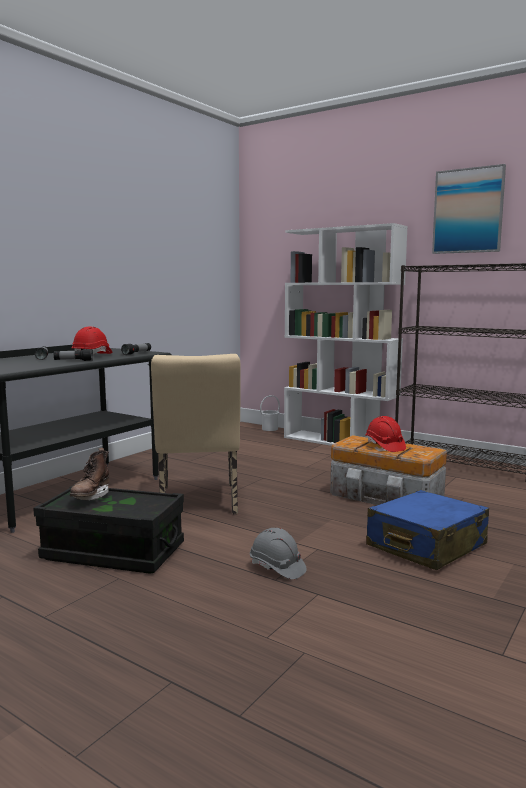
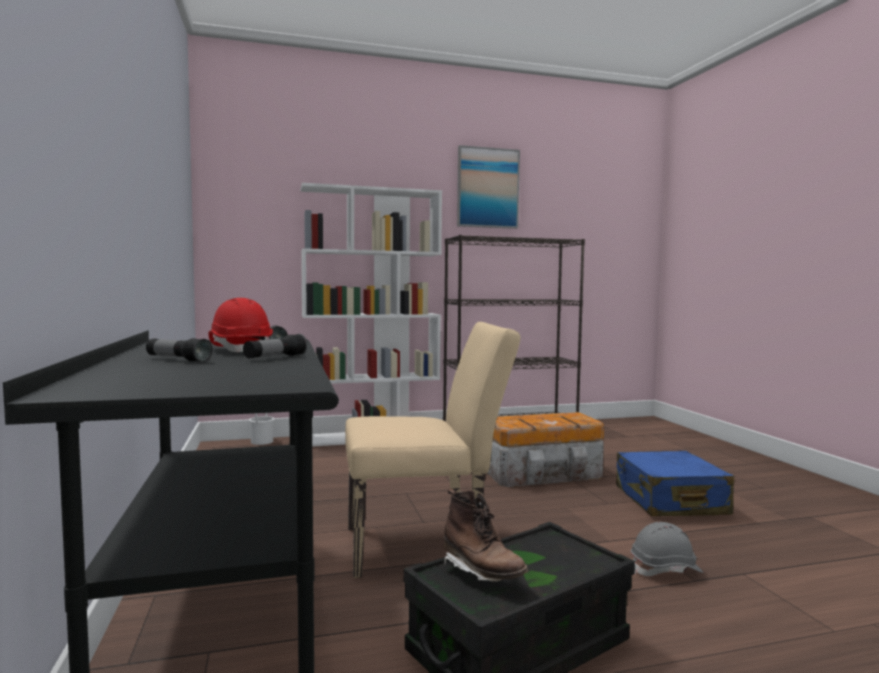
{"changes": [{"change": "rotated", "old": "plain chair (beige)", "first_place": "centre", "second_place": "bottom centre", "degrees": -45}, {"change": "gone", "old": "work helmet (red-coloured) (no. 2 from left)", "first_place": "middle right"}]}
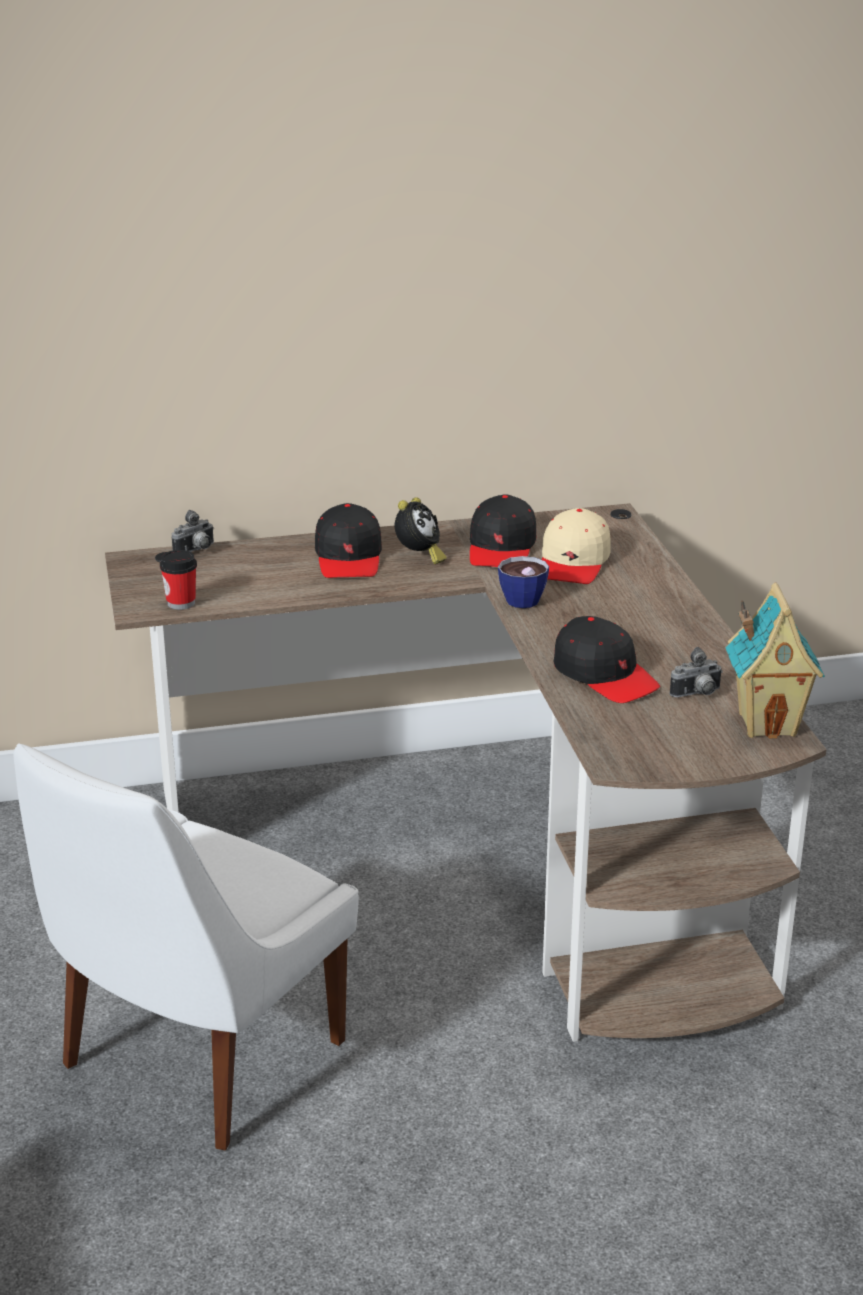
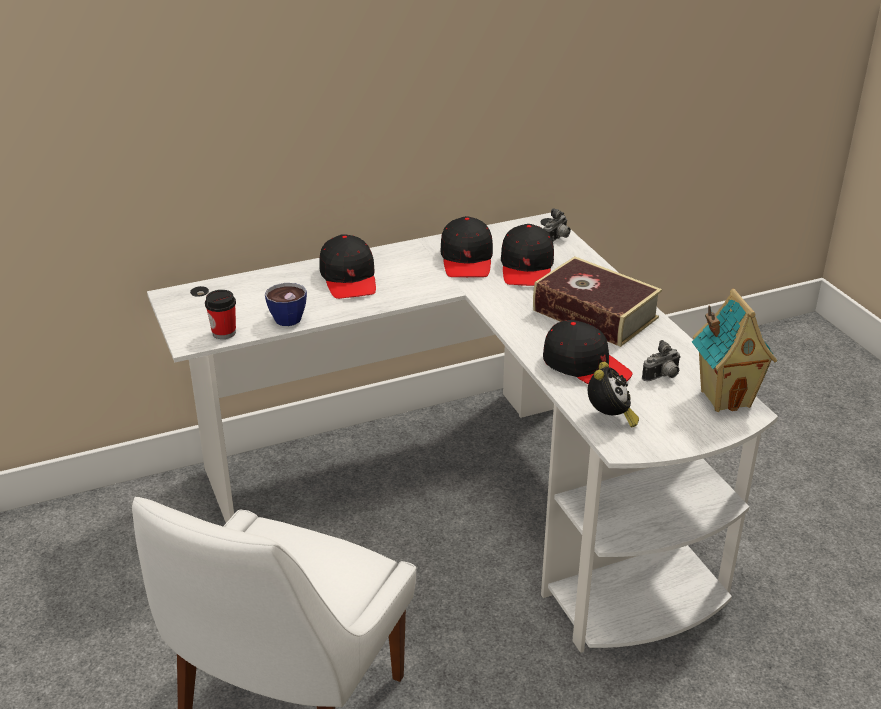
{"changes": [{"change": "shifted", "old": "bedside clock", "first_place": "centre", "second_place": "middle right"}, {"change": "repainted", "old": "desk (brown)", "new": "desk (white)", "first_place": "centre", "second_place": "centre"}, {"change": "repainted", "old": "baseball cap (beige)", "new": "baseball cap (black) (no. 3 from left)", "first_place": "middle right", "second_place": "centre"}, {"change": "shifted", "old": "still camera (no. 1 from left)", "first_place": "middle left", "second_place": "top centre"}, {"change": "shifted", "old": "cup (no. 2 from left)", "first_place": "centre", "second_place": "middle left"}, {"change": "new", "new": "book", "second_place": "middle right"}]}
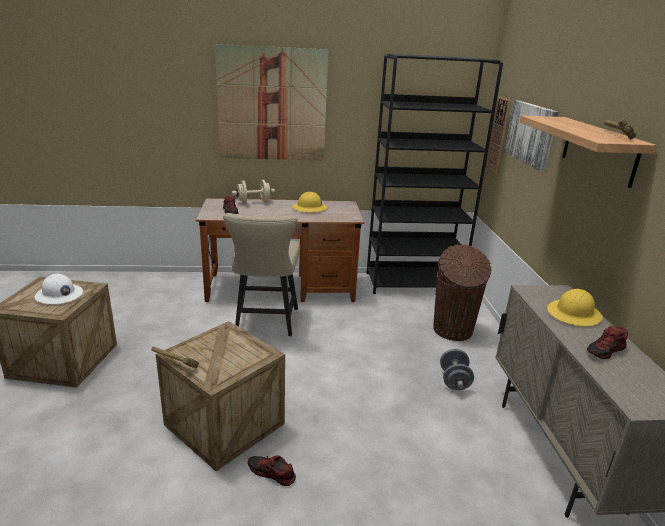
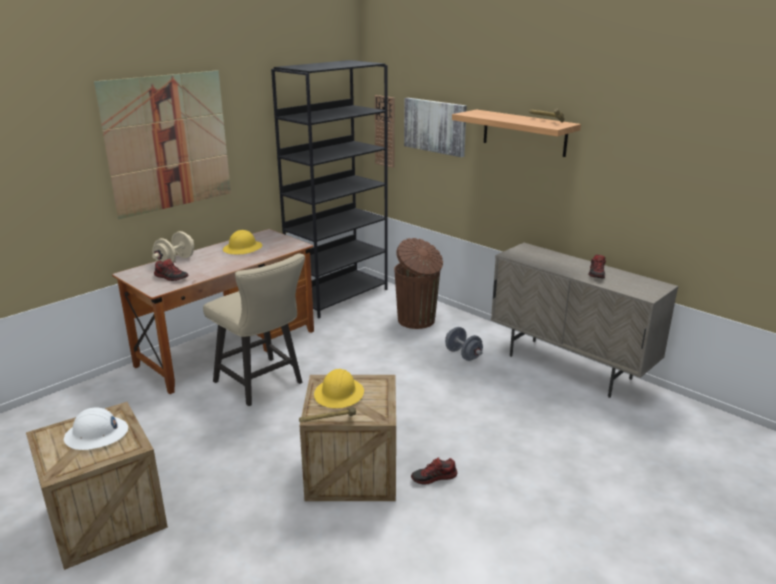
{"changes": [{"change": "shifted", "old": "work helmet (yellowish) (no. 2 from left)", "first_place": "middle right", "second_place": "centre"}]}
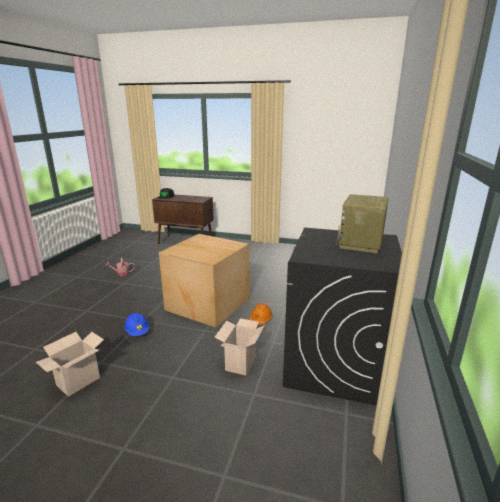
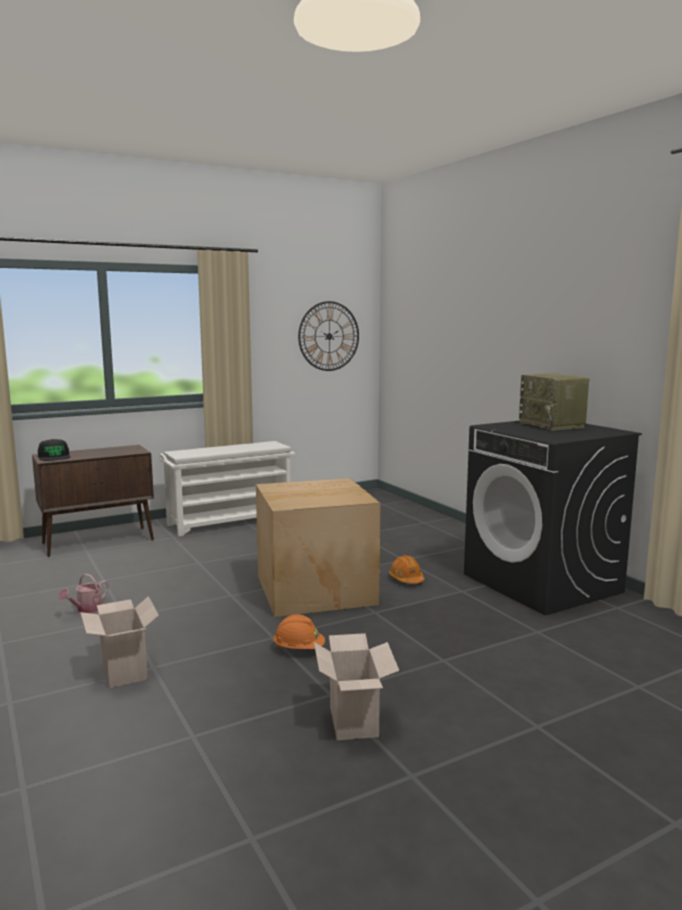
{"changes": [{"change": "repainted", "old": "work helmet (blue-coloured)", "new": "work helmet (orange-coloured) (no. 1 from left)", "first_place": "middle left", "second_place": "bottom centre"}, {"change": "shifted", "old": "carton (no. 3 from left in the first image)", "new": "carton (no. 1 from left)", "first_place": "bottom centre", "second_place": "bottom left"}, {"change": "new", "new": "hanging clock", "second_place": "centre"}, {"change": "new", "new": "shoe rack (white)", "second_place": "middle left"}]}
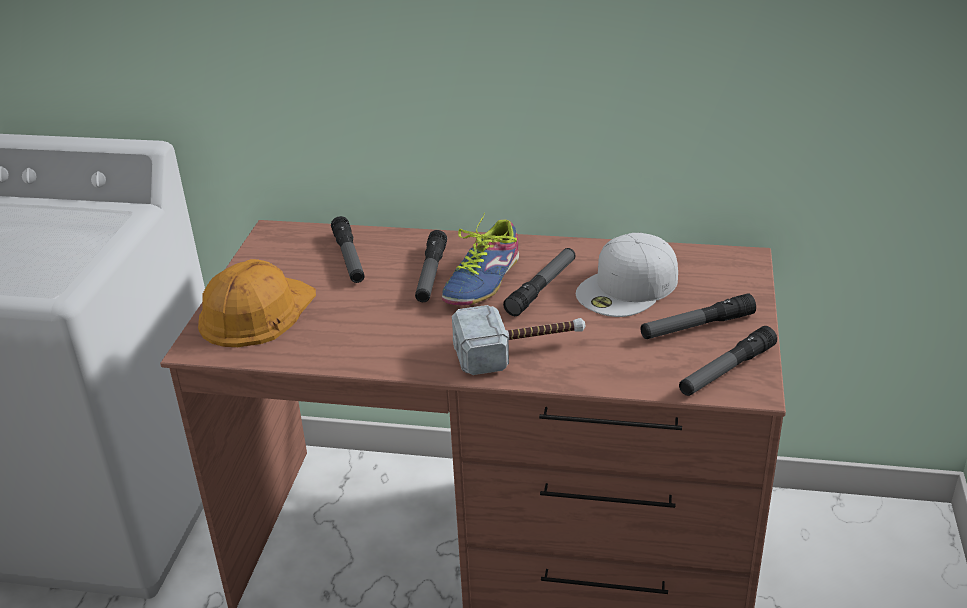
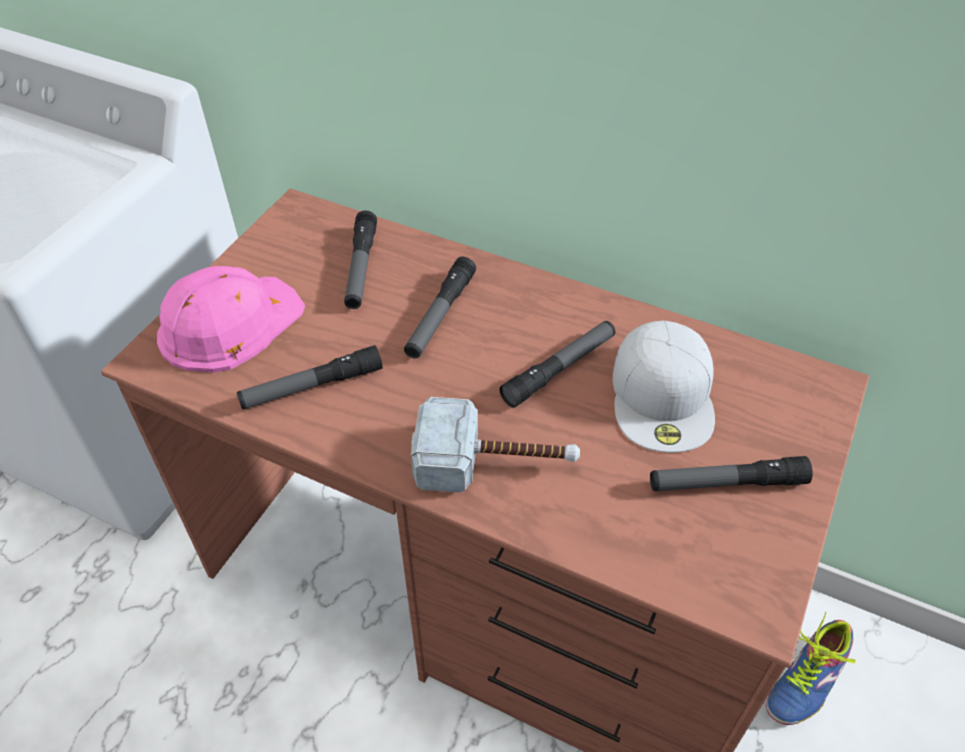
{"changes": [{"change": "shifted", "old": "shoe", "first_place": "centre", "second_place": "bottom right"}, {"change": "rotated", "old": "baseball cap (white)", "first_place": "centre", "second_place": "middle right", "degrees": -60}, {"change": "repainted", "old": "work helmet (orange-coloured)", "new": "work helmet (pink-coloured)", "first_place": "middle left", "second_place": "middle left"}, {"change": "shifted", "old": "flashlight (no. 5 from left in the first image)", "new": "flashlight (no. 1 from left)", "first_place": "middle right", "second_place": "middle left"}]}
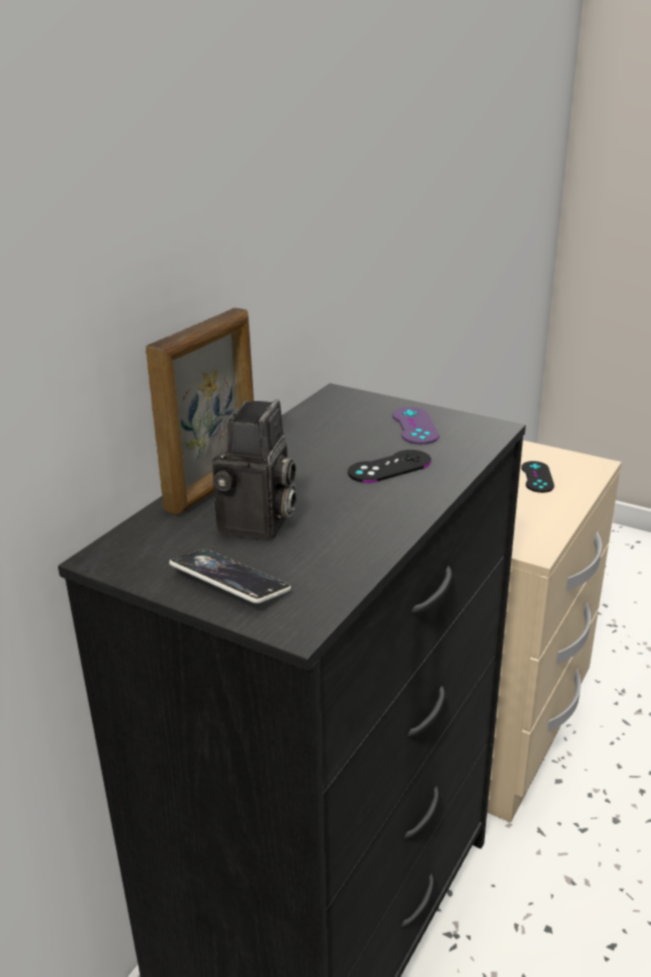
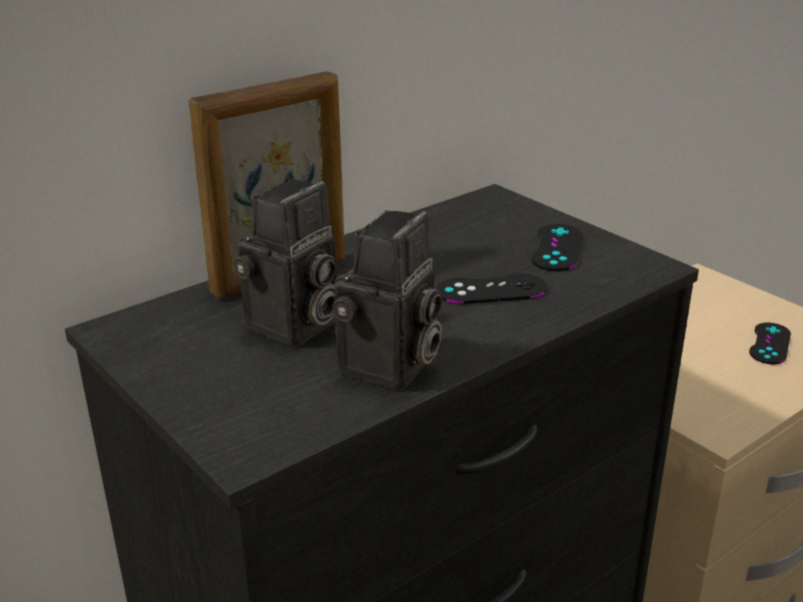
{"changes": [{"change": "repainted", "old": "gamepad (purple)", "new": "gamepad (black) (no. 2 from left)", "first_place": "centre", "second_place": "middle right"}, {"change": "gone", "old": "handset", "first_place": "centre"}, {"change": "new", "new": "still camera (no. 2 from left)", "second_place": "centre"}]}
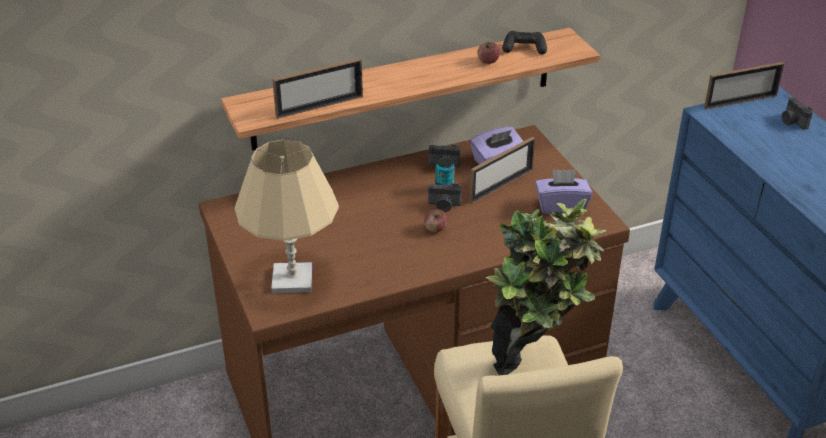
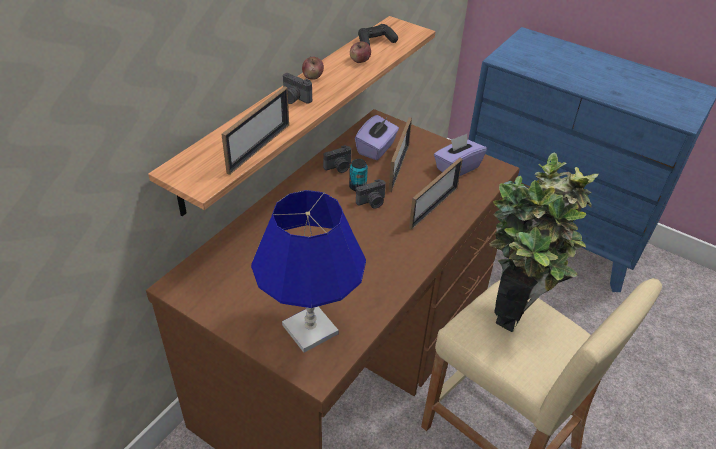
{"changes": [{"change": "shifted", "old": "picture frame (no. 3 from left)", "first_place": "top right", "second_place": "centre"}, {"change": "shifted", "old": "still camera (no. 3 from left in the first image)", "new": "still camera (no. 1 from left)", "first_place": "top right", "second_place": "top centre"}, {"change": "repainted", "old": "lamp for a table (beige)", "new": "lamp for a table (blue-coloured)", "first_place": "centre", "second_place": "centre"}, {"change": "shifted", "old": "whole apple (no. 1 from left)", "first_place": "centre", "second_place": "top centre"}]}
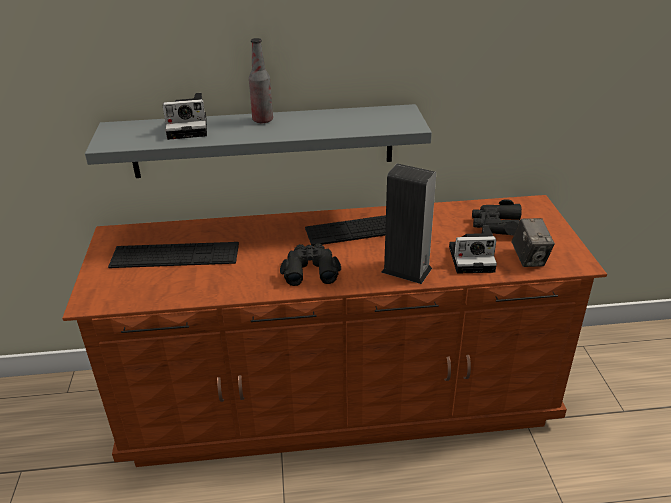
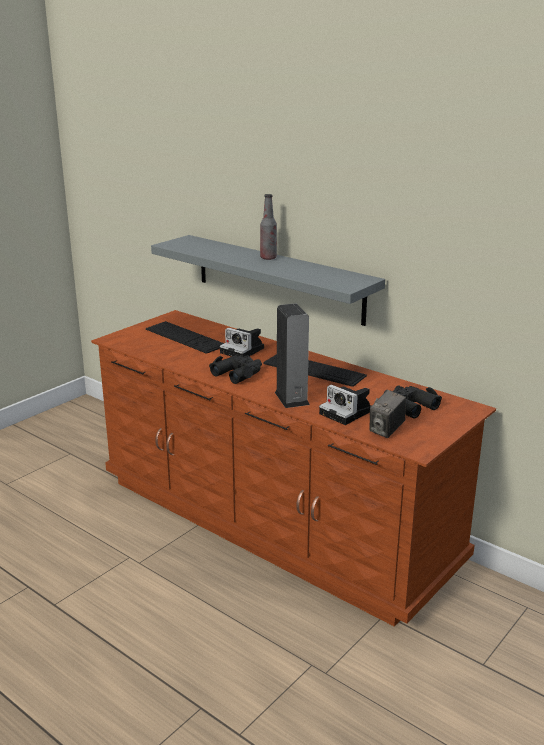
{"changes": [{"change": "shifted", "old": "still camera (no. 1 from left)", "first_place": "top left", "second_place": "centre"}]}
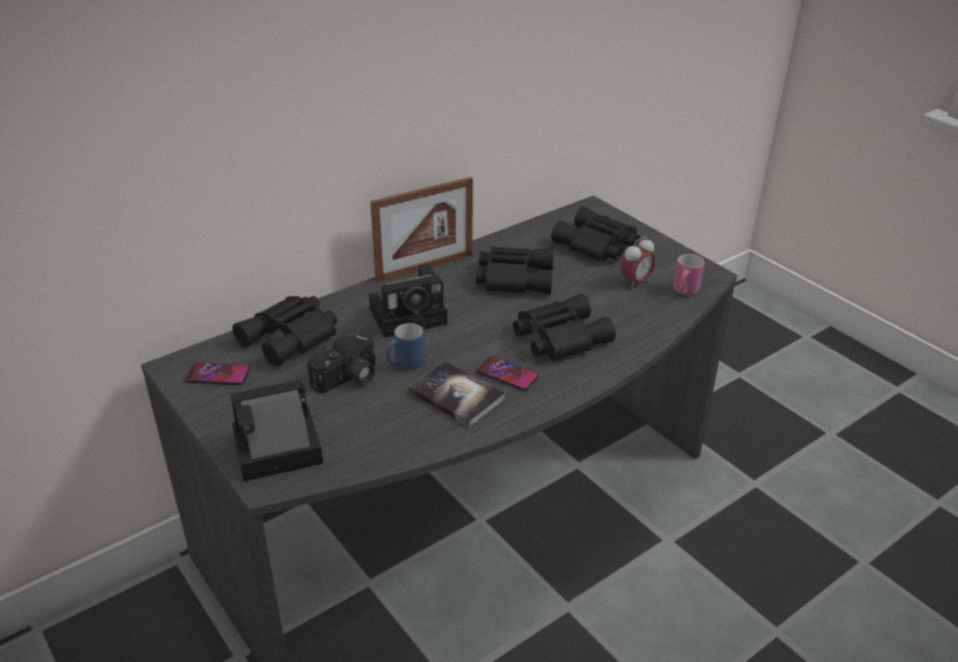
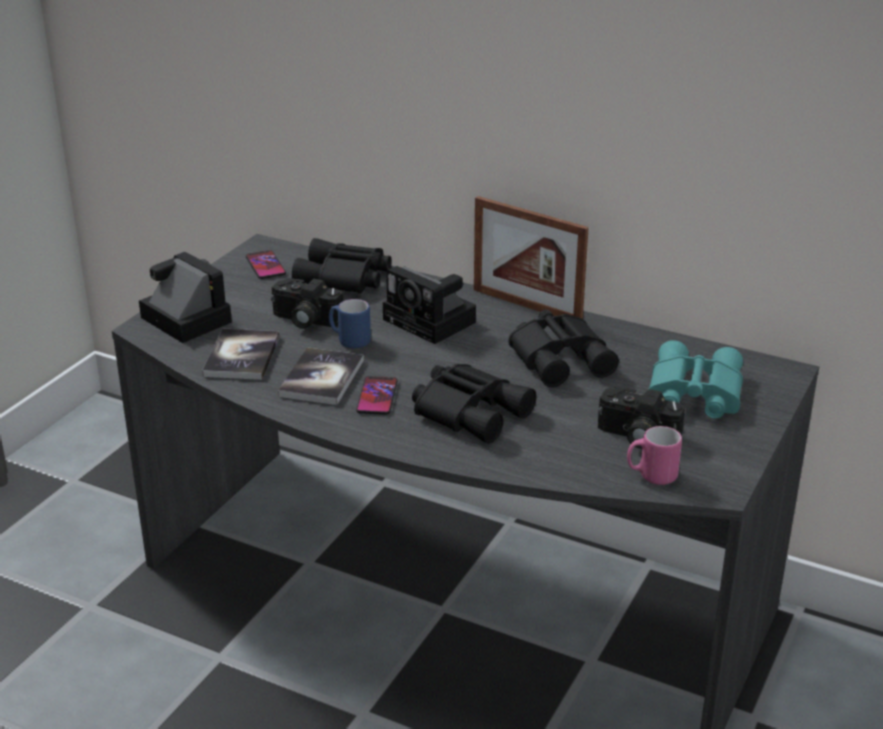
{"changes": [{"change": "repainted", "old": "pair of binoculars (black) (no. 4 from left)", "new": "pair of binoculars (blue-green)", "first_place": "centre", "second_place": "middle right"}, {"change": "swapped", "old": "bedside clock", "new": "still camera (no. 4 from left)", "first_place": "centre", "second_place": "middle right"}, {"change": "new", "new": "book (no. 1 from left)", "second_place": "middle left"}]}
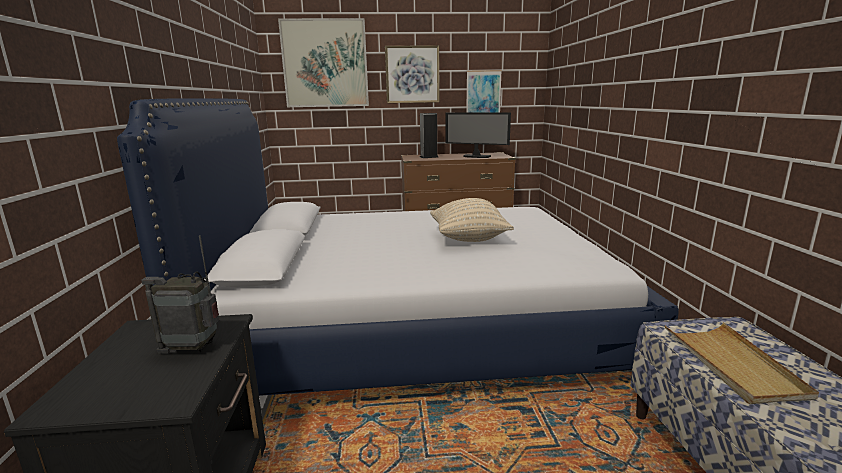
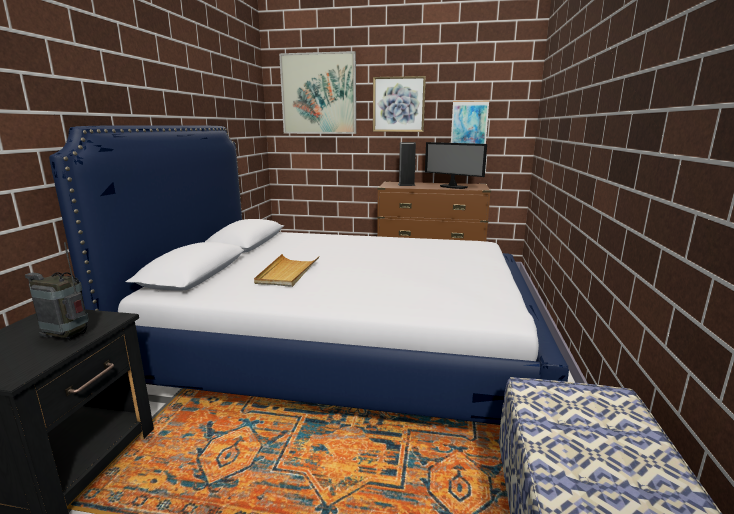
{"changes": [{"change": "gone", "old": "throw pillow (beige)", "first_place": "centre"}, {"change": "shifted", "old": "carrying tray (beige)", "first_place": "bottom right", "second_place": "centre"}]}
